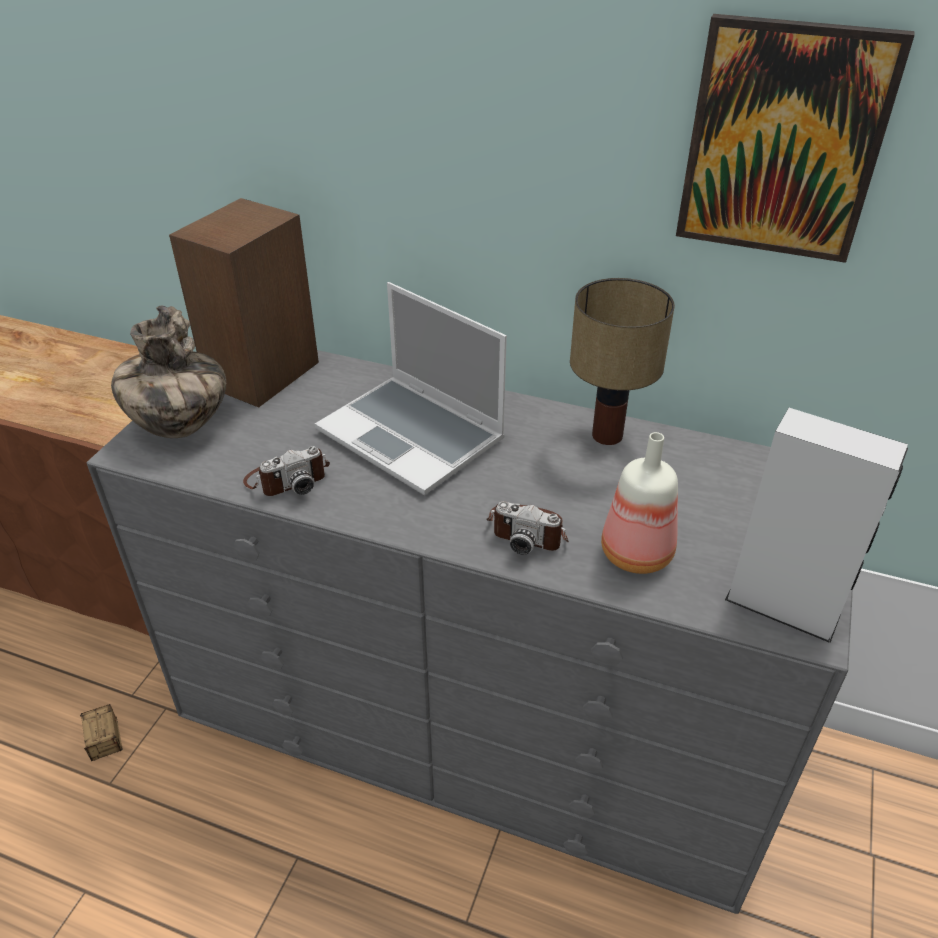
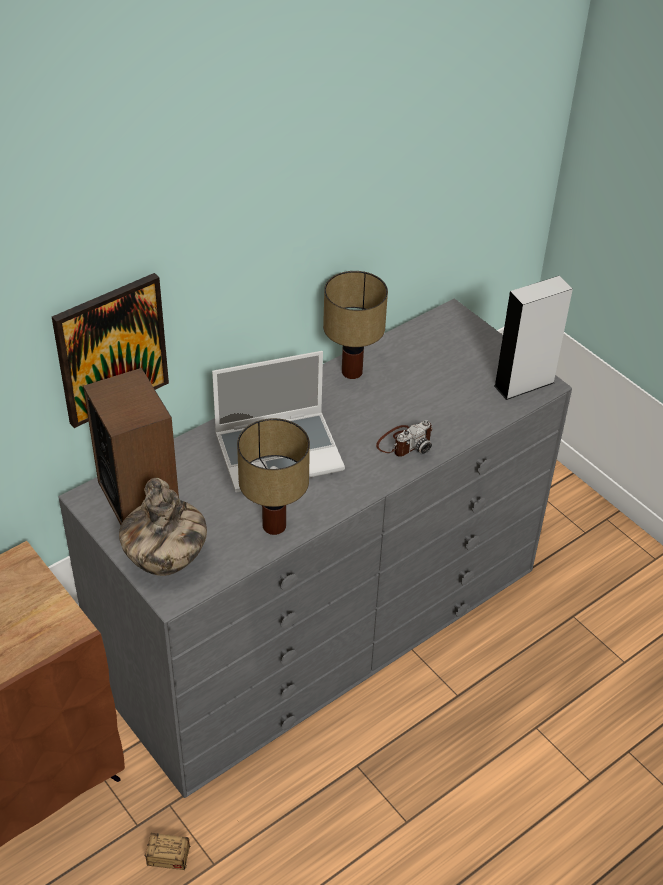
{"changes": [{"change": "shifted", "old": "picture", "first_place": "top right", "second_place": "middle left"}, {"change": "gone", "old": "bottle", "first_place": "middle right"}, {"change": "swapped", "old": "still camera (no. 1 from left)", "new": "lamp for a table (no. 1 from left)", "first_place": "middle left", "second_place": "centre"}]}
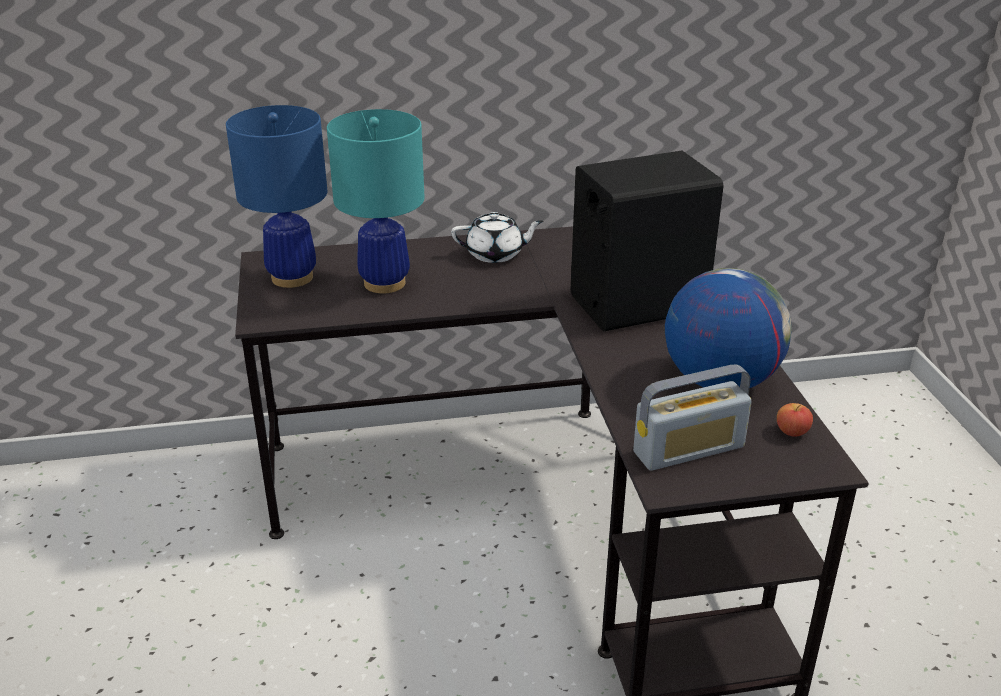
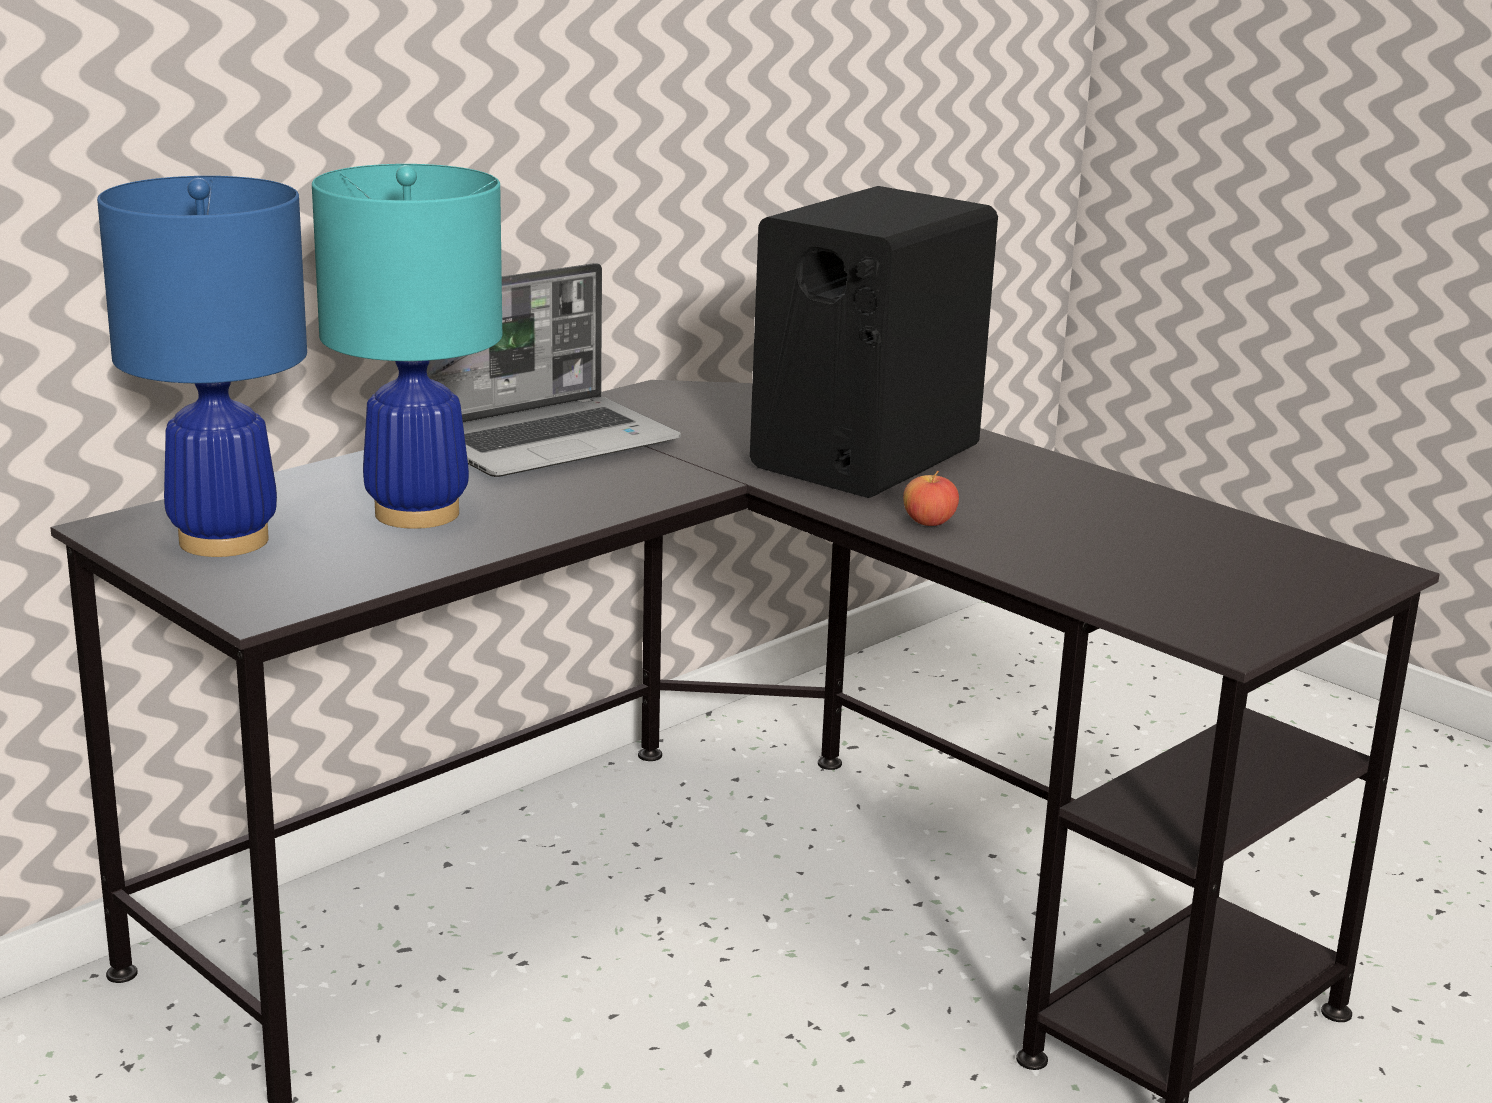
{"changes": [{"change": "swapped", "old": "pot for tea (white)", "new": "notebook computer", "first_place": "centre", "second_place": "centre"}, {"change": "gone", "old": "desk globe", "first_place": "middle right"}, {"change": "gone", "old": "radio receiver", "first_place": "middle right"}, {"change": "shifted", "old": "whole apple", "first_place": "middle right", "second_place": "centre"}]}
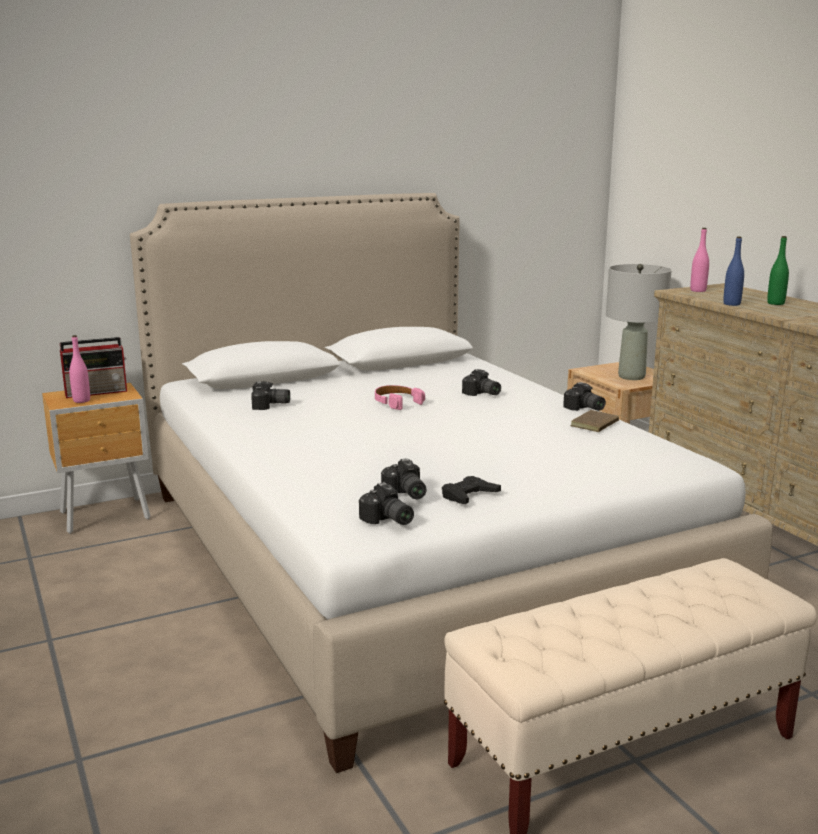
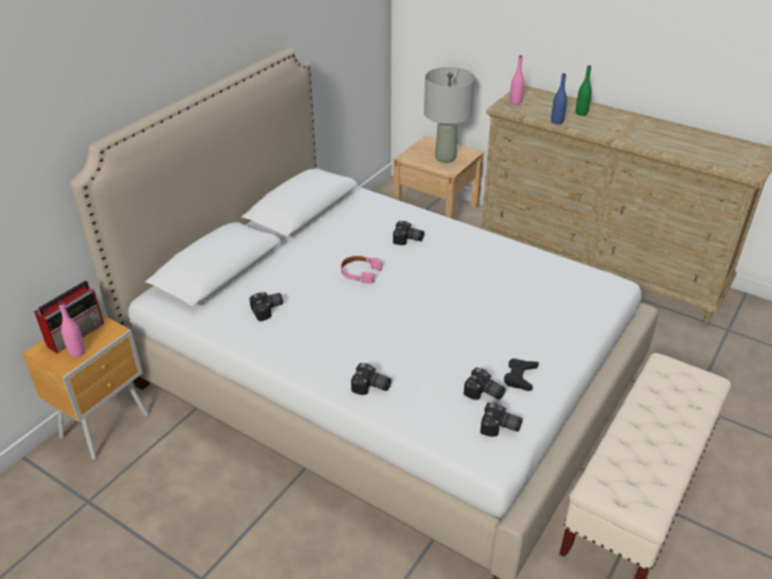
{"changes": [{"change": "shifted", "old": "still camera (no. 5 from left in the first image)", "new": "still camera (no. 2 from left)", "first_place": "middle right", "second_place": "centre"}, {"change": "gone", "old": "book (brown)", "first_place": "middle right"}]}
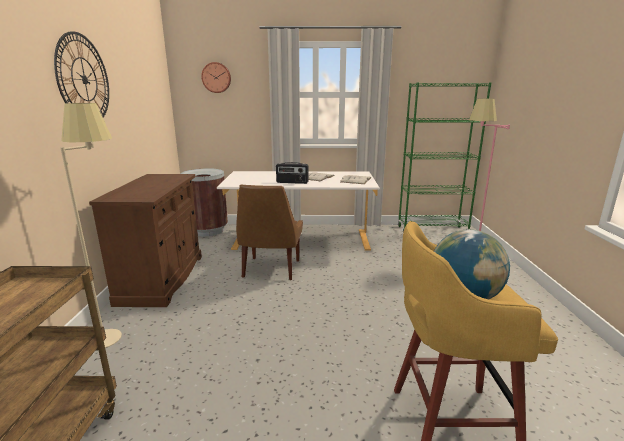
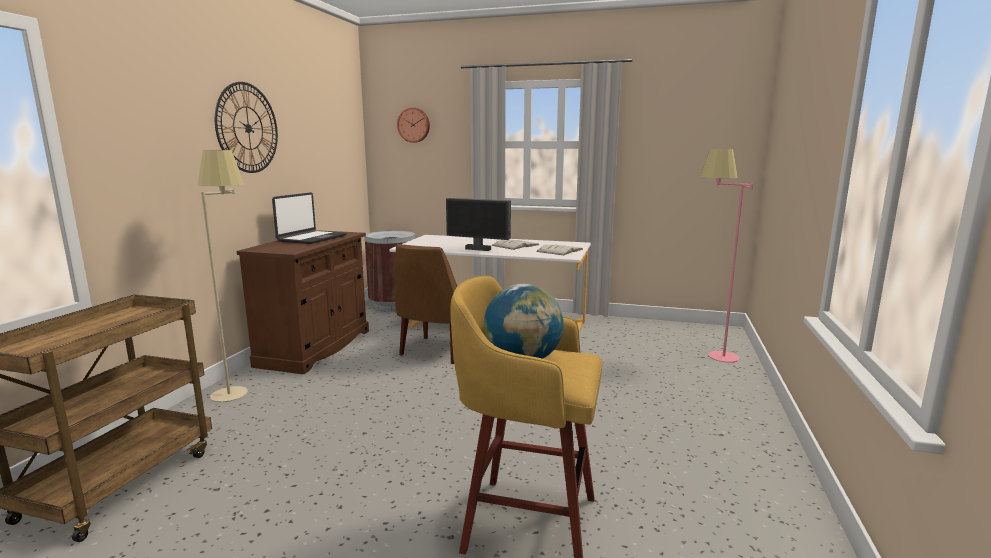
{"changes": [{"change": "gone", "old": "bookshelf (green)", "first_place": "middle right"}, {"change": "swapped", "old": "radio receiver", "new": "computer screen", "first_place": "centre", "second_place": "centre"}, {"change": "new", "new": "notebook computer", "second_place": "middle left"}]}
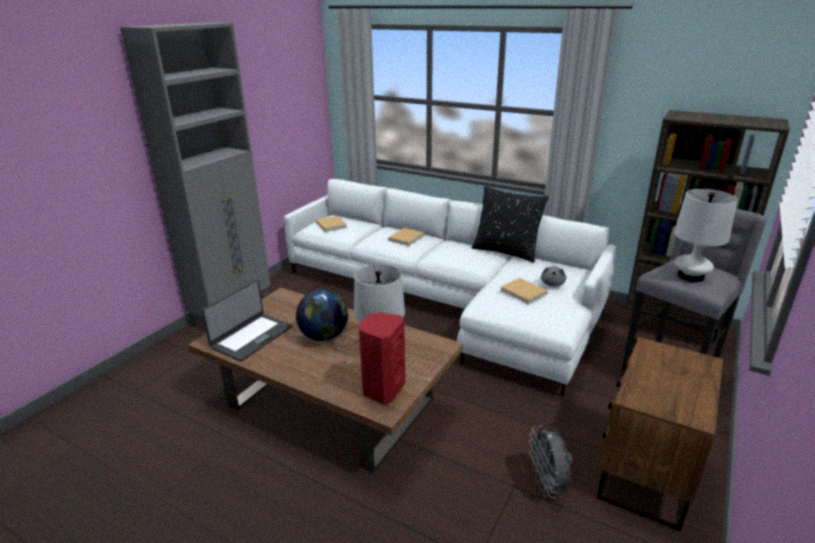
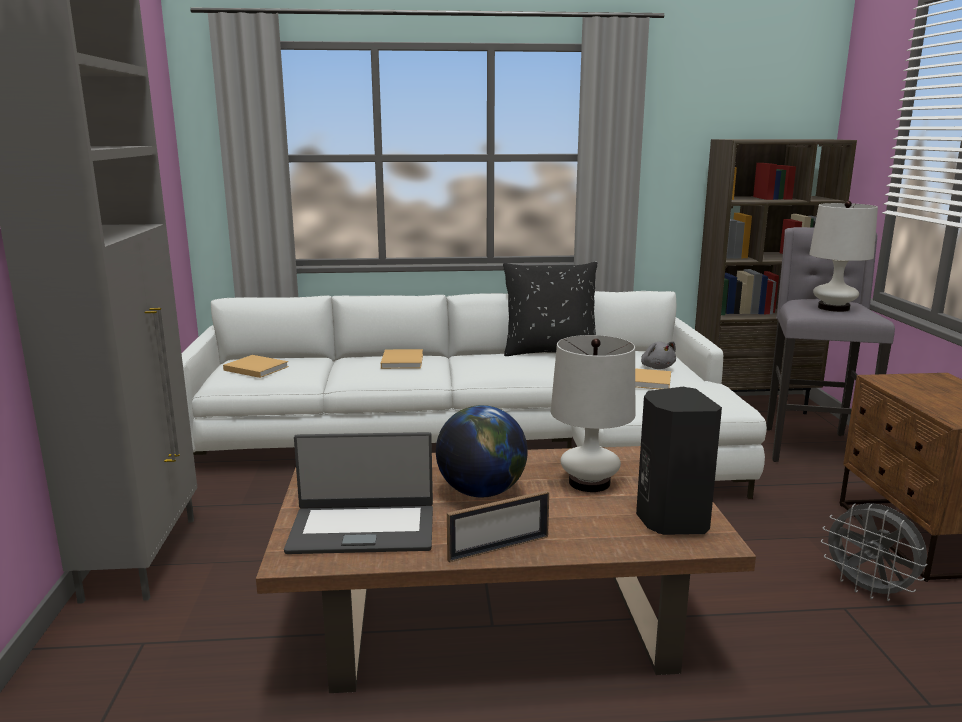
{"changes": [{"change": "rotated", "old": "notebook computer", "first_place": "middle left", "second_place": "bottom centre", "degrees": 90}, {"change": "repainted", "old": "speaker (red-coloured)", "new": "speaker (black)", "first_place": "centre", "second_place": "middle right"}, {"change": "new", "new": "picture frame", "second_place": "bottom centre"}]}
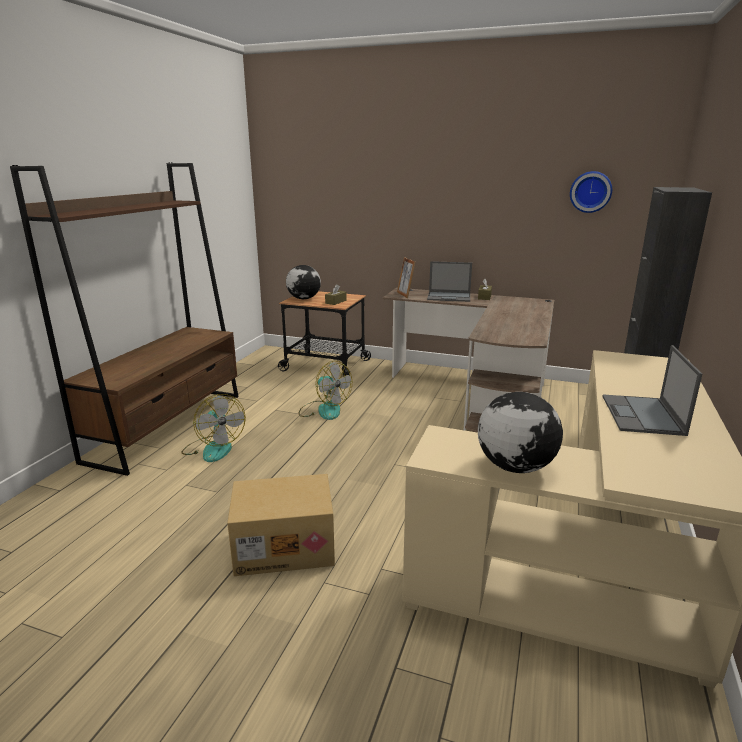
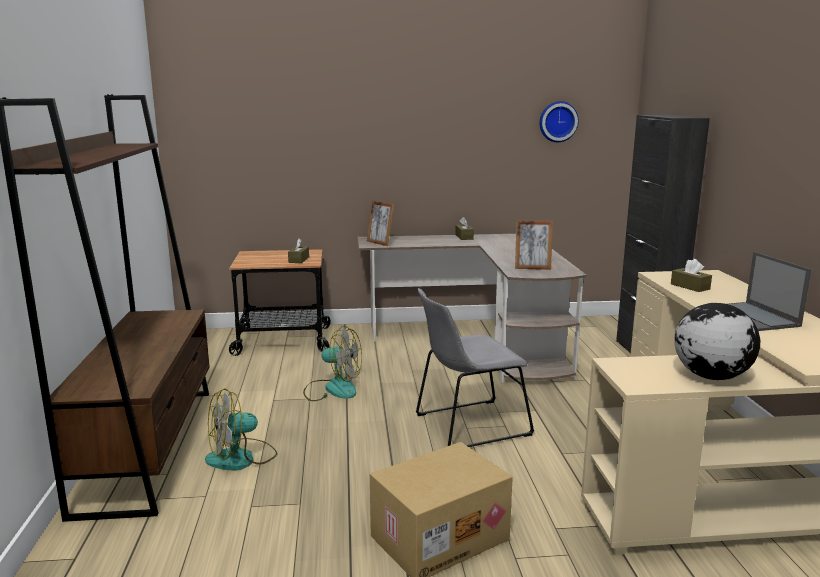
{"changes": [{"change": "gone", "old": "notebook computer (no. 1 from left)", "first_place": "centre"}, {"change": "gone", "old": "desk globe (no. 1 from left)", "first_place": "centre"}, {"change": "rotated", "old": "fan (no. 1 from left)", "first_place": "middle left", "second_place": "bottom left", "degrees": 120}, {"change": "new", "new": "picture frame (no. 2 from left)", "second_place": "centre"}, {"change": "new", "new": "tissue box (brown) (no. 3 from left)", "second_place": "middle right"}, {"change": "new", "new": "plain chair (grey)", "second_place": "centre"}]}
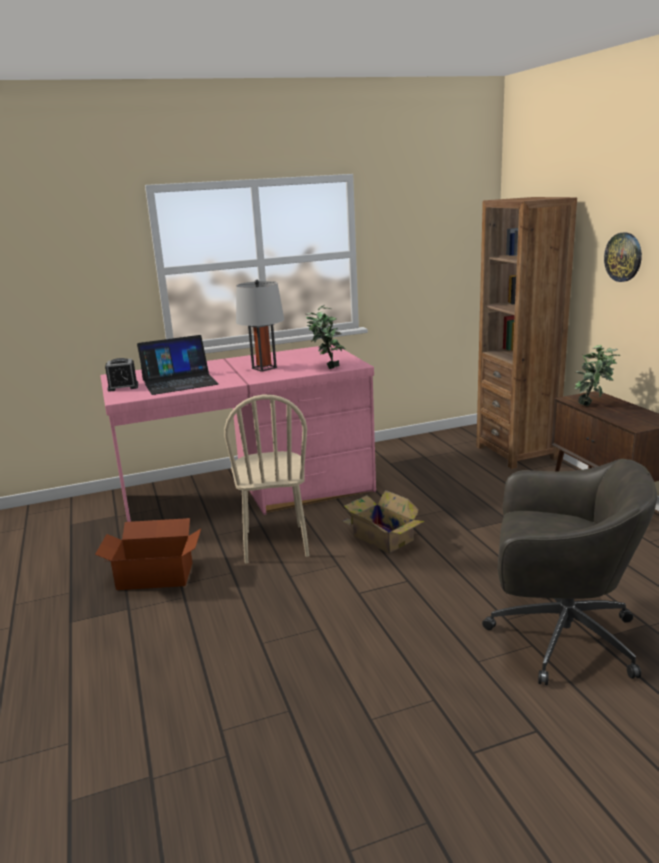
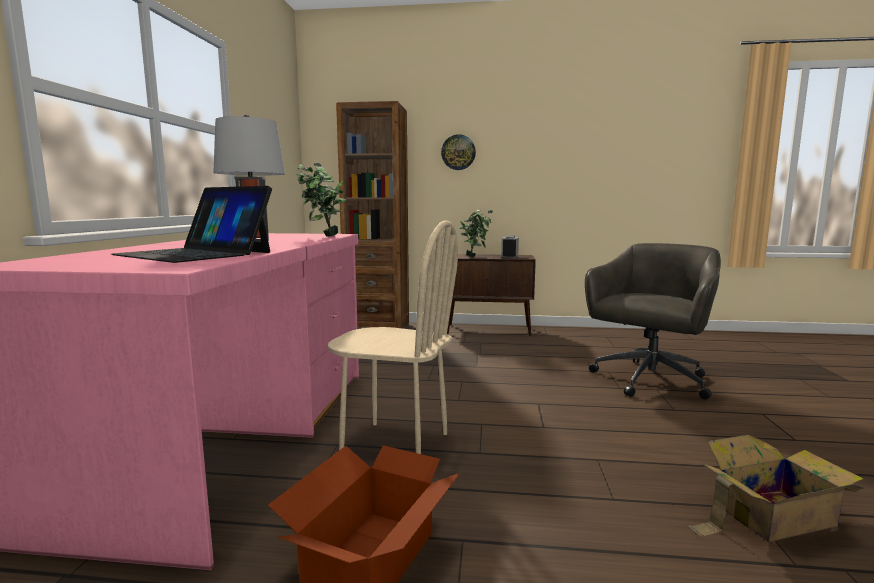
{"changes": [{"change": "rotated", "old": "notebook computer", "first_place": "middle left", "second_place": "middle left", "degrees": 120}, {"change": "shifted", "old": "bedside clock", "first_place": "middle left", "second_place": "centre"}, {"change": "shifted", "old": "carton (no. 2 from left)", "first_place": "centre", "second_place": "bottom right"}]}
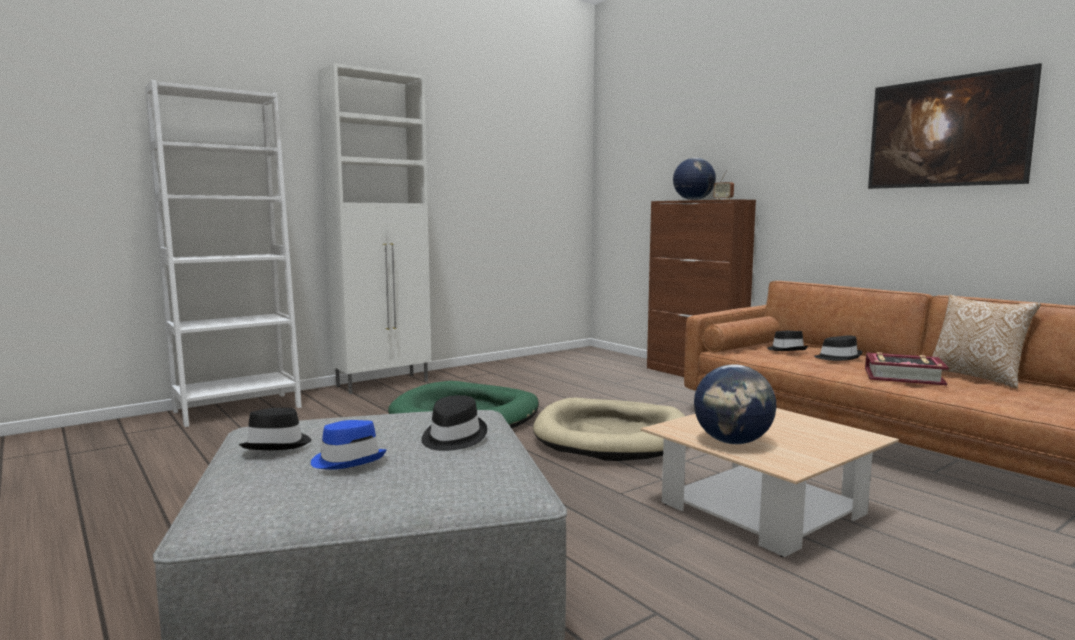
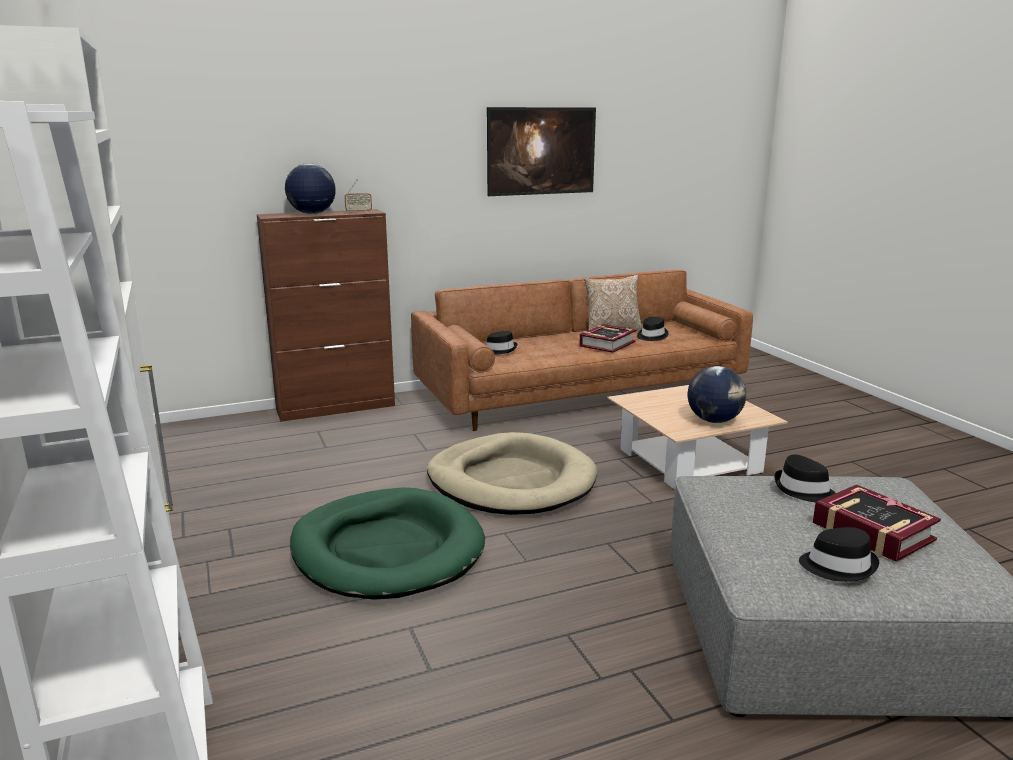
{"changes": [{"change": "shifted", "old": "wearable hat (black) (no. 4 from left in the first image)", "new": "wearable hat (black) (no. 2 from left)", "first_place": "middle right", "second_place": "centre"}, {"change": "swapped", "old": "wearable hat (blue-coloured)", "new": "book (no. 2 from left)", "first_place": "bottom left", "second_place": "bottom right"}]}
